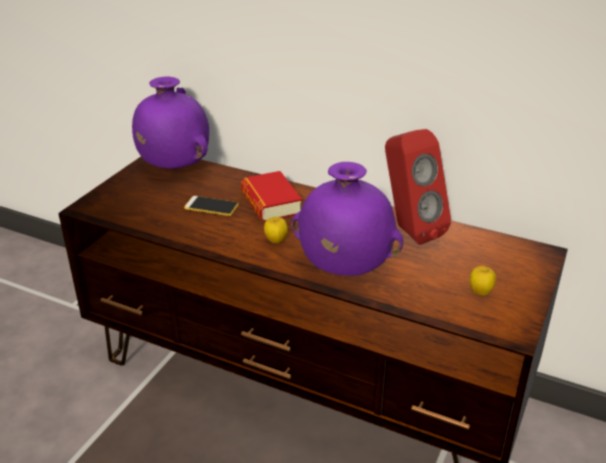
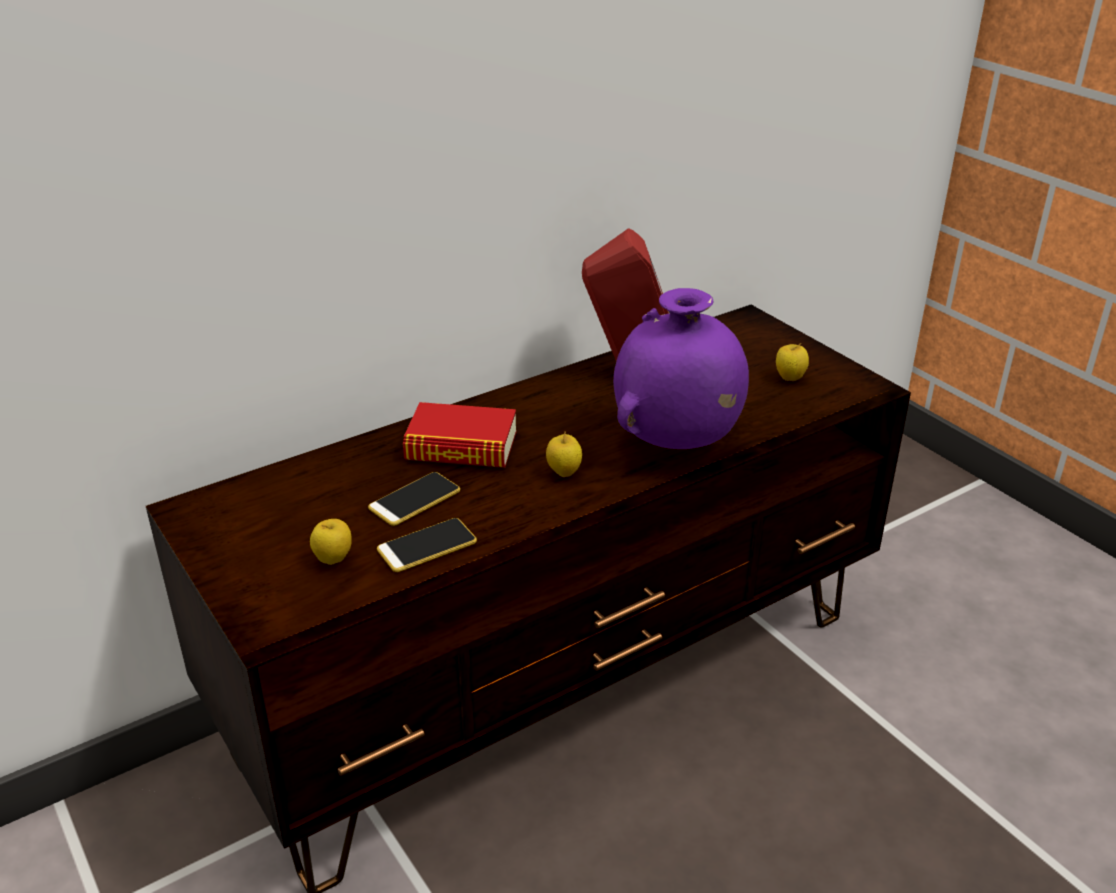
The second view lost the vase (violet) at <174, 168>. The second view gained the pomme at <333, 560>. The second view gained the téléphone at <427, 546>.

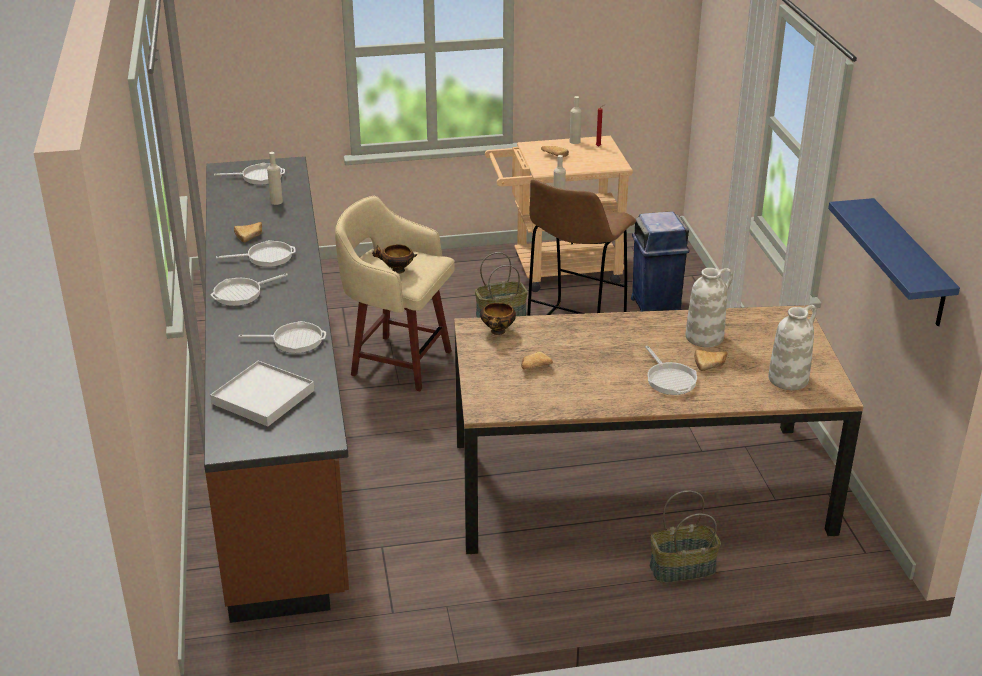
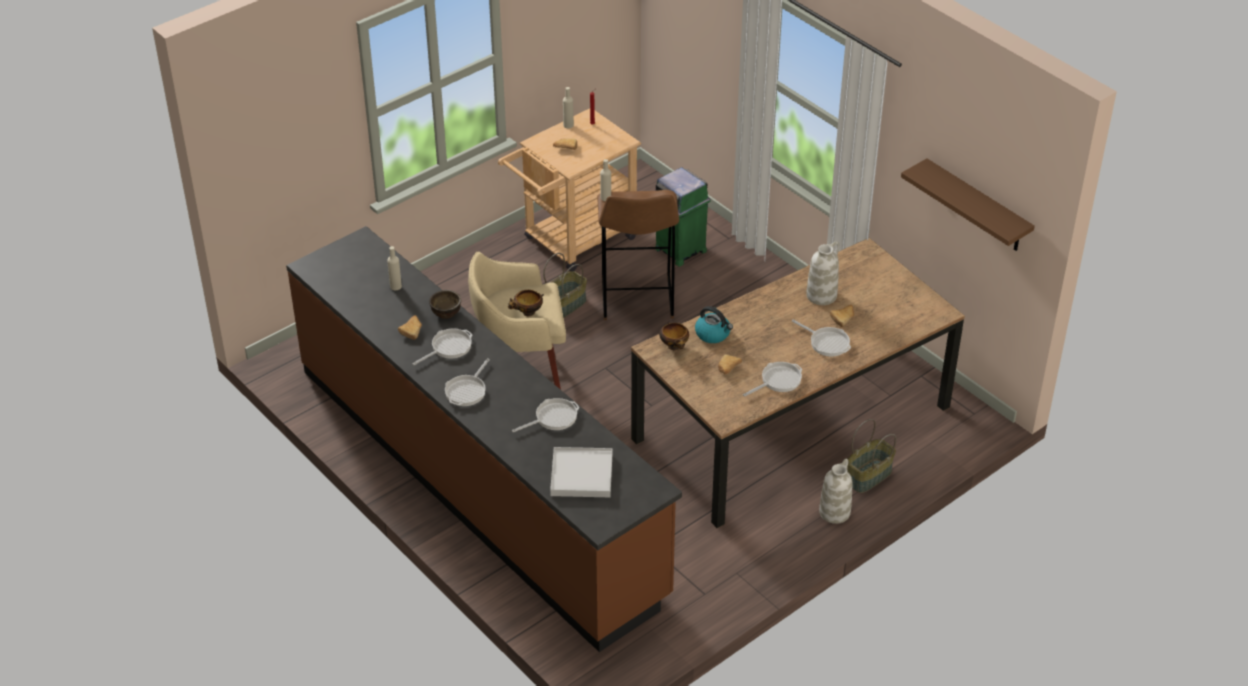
The poêle ended up elsewhere, having gone from <259, 177> to <778, 380>. What was the poubelle (bleu) at <655, 305> turned into the poubelle (vert) at <680, 249>. The vase (blanc) ended up elsewhere, having gone from <788, 379> to <834, 512>. What was the étagère (bleu) at <909, 264> turned into the étagère (marron) at <977, 207>. The second view gained the bol (marron) at <446, 313>. The second view gained the bouilloire at <713, 334>.

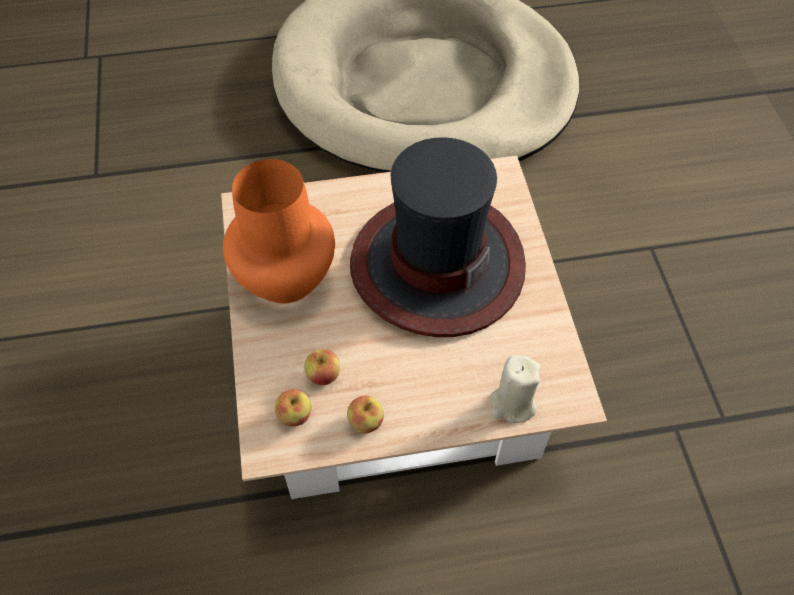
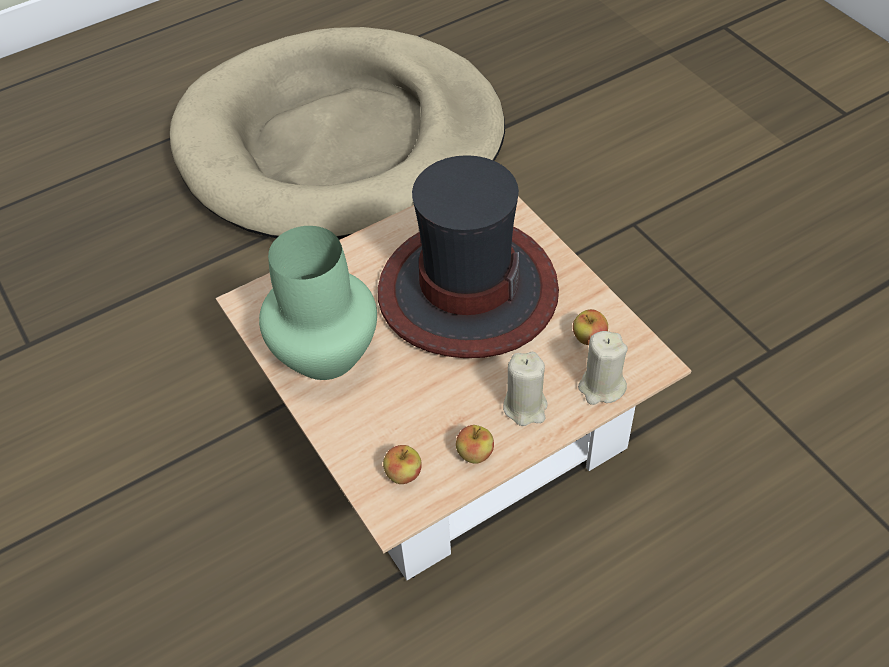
What was the vase (orange) at <285, 279> turned into the vase (vert) at <327, 355>. The pomme ended up elsewhere, having gone from <323, 375> to <589, 338>. The second view gained the bougie (beige) at <525, 407>.

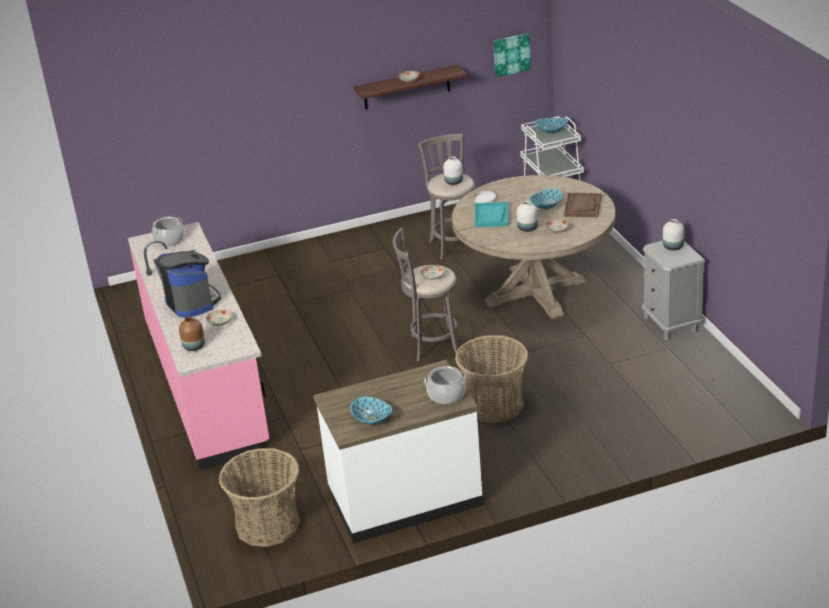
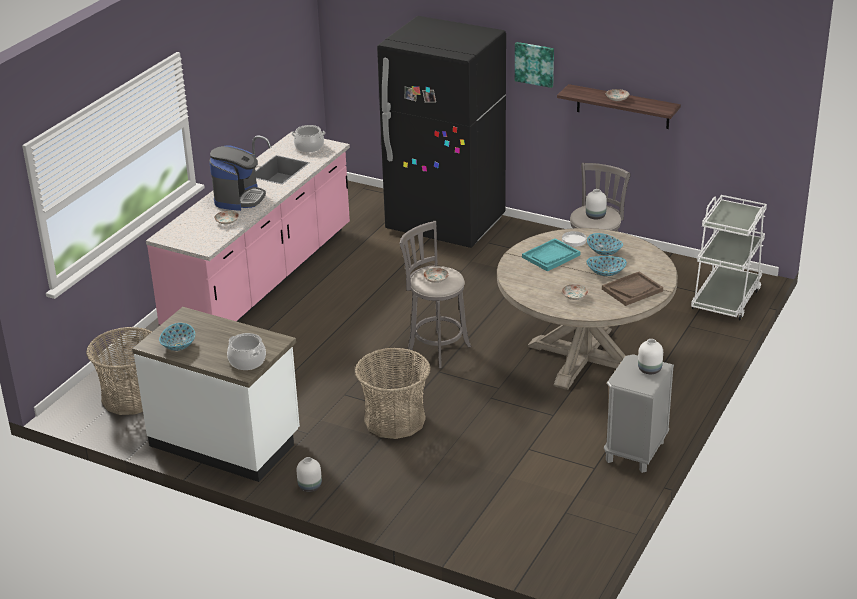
The second view lost the vase (marron) at <193, 347>. The tableau ended up elsewhere, having gone from <511, 54> to <535, 64>. The vase (blanc) ended up elsewhere, having gone from <527, 228> to <309, 487>. The bol ended up elsewhere, having gone from <551, 131> to <604, 252>. The second view gained the réfrigérateur (noir) at <446, 225>.

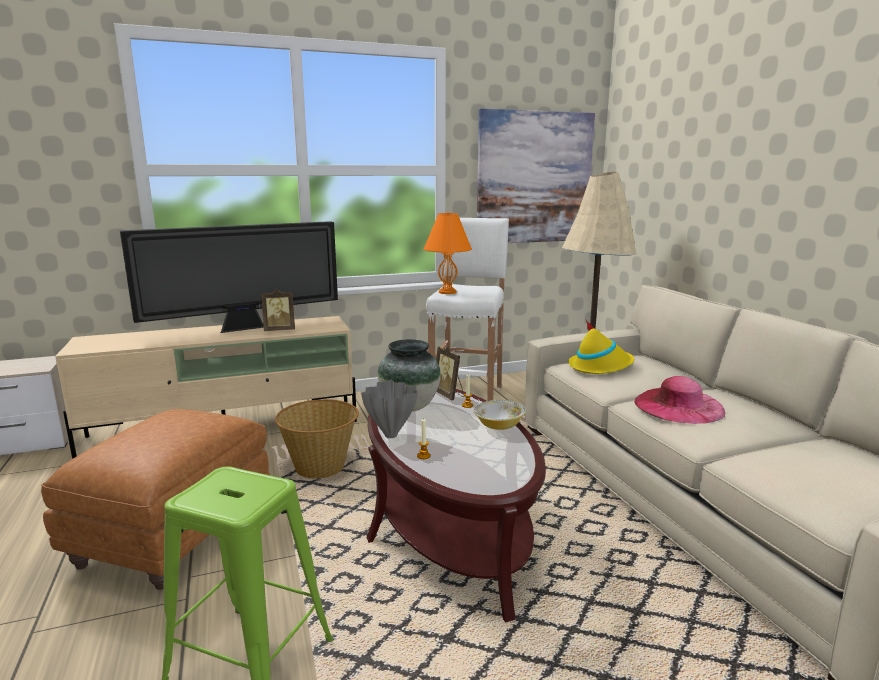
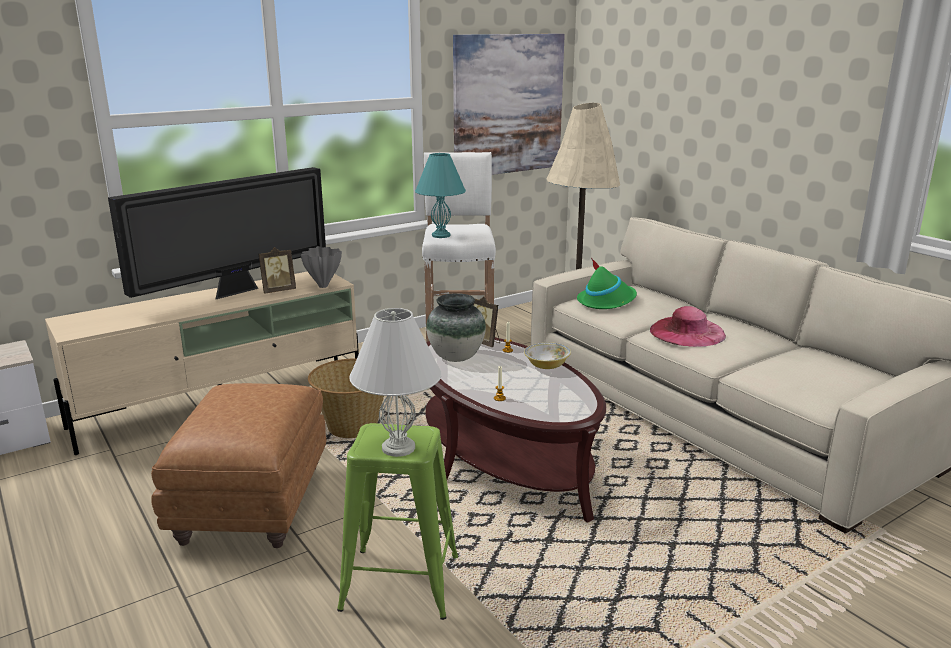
The vase (gris) ended up elsewhere, having gone from <390, 436> to <323, 286>. What was the lampe de table (orange) at <447, 292> turned into the lampe de table (turquoise) at <440, 235>. What was the chapeau (jaune) at <600, 366> turned into the chapeau (vert) at <606, 301>. The second view gained the lampe de table (blanc) at <399, 447>.

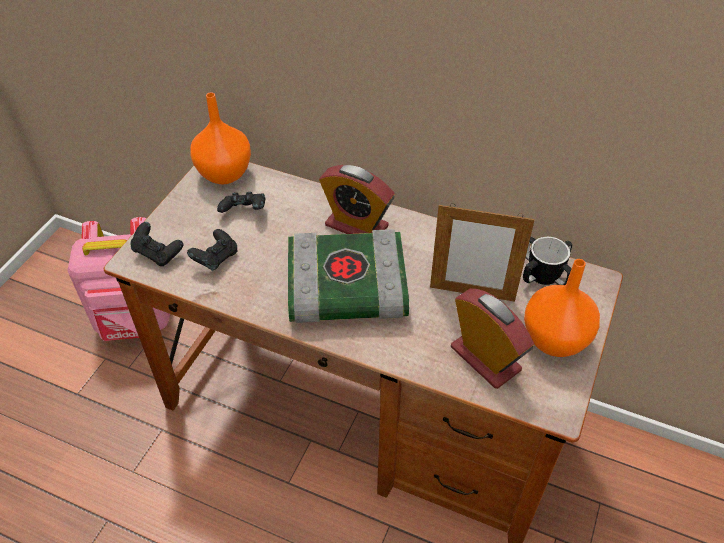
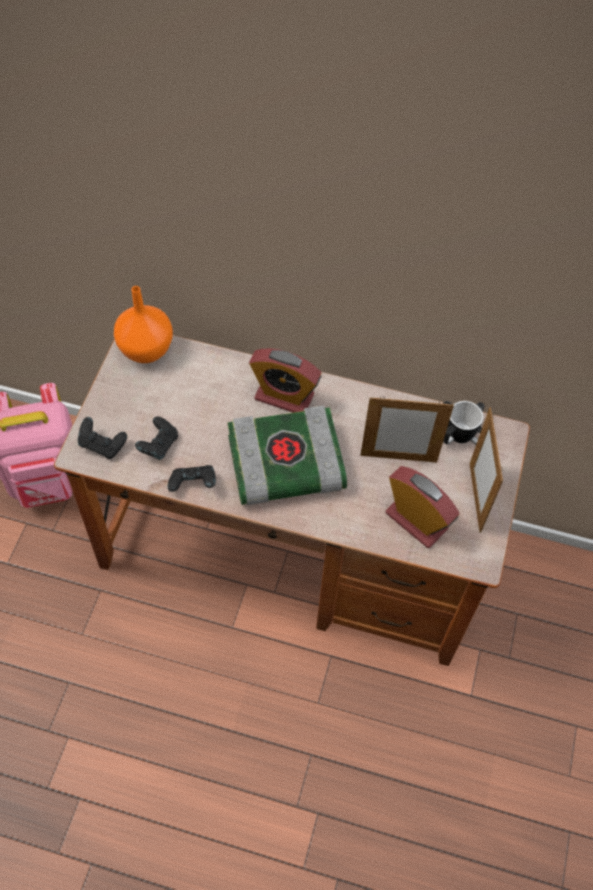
The manette (noir) ended up elsewhere, having gone from <244, 212> to <193, 485>. Where the vase (orange) stood at <555, 341>, the cadre photo came to stand at <475, 497>.

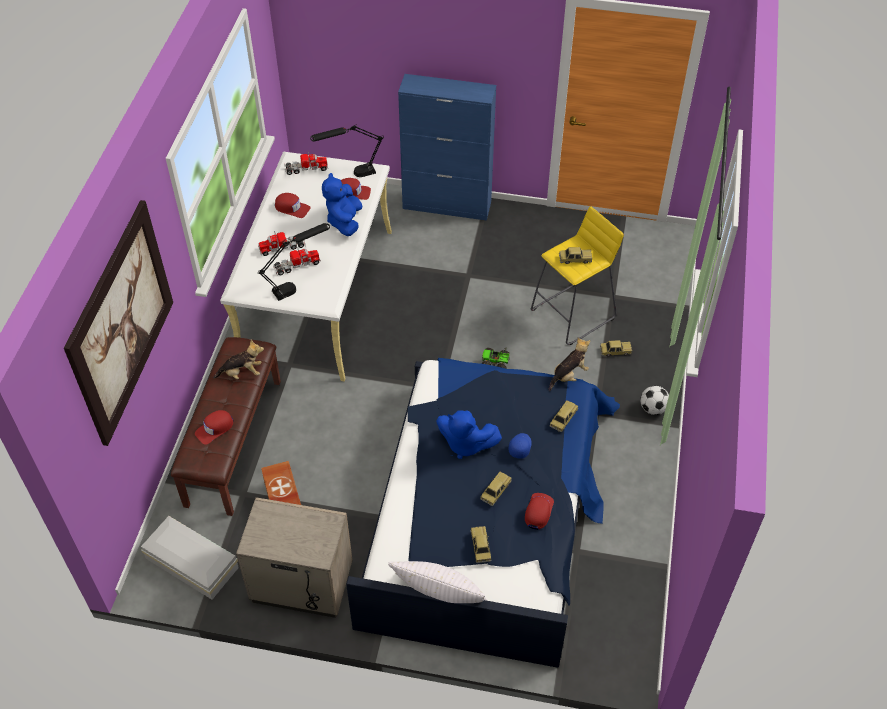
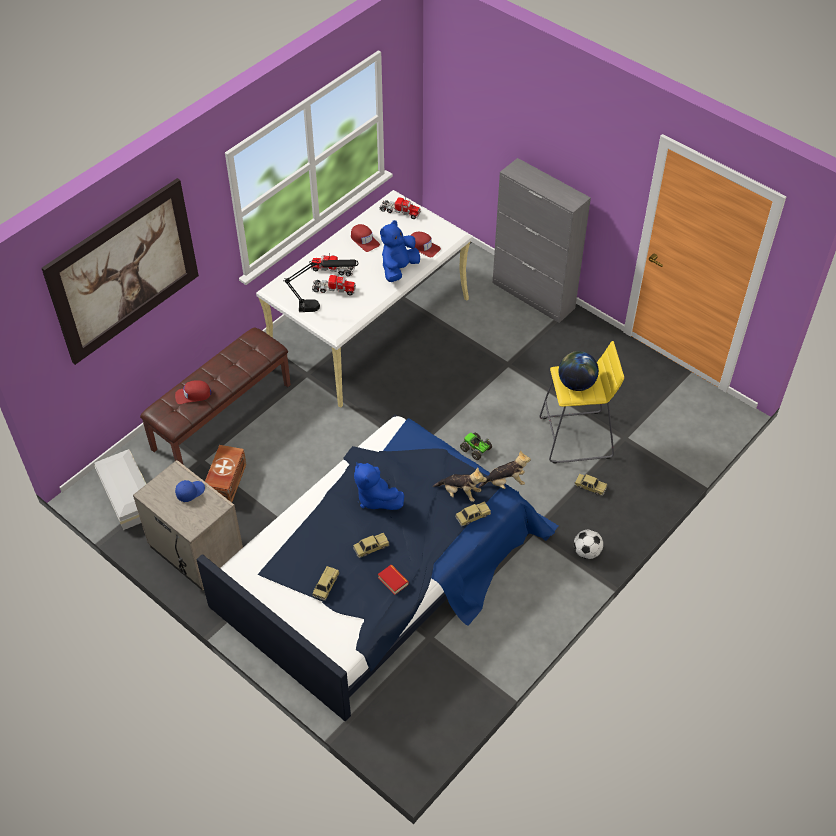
The peluche ended up elsewhere, having gone from <242, 373> to <460, 493>. The second view lost the lampe de table (noir) at <350, 175>. The second view lost the coussin (blanc) at <439, 595>. What was the meuble de rangement (bleu) at <447, 205> turned into the meuble de rangement (gris) at <533, 296>. The casquette (bleu) ended up elsewhere, having gone from <519, 447> to <190, 492>. Where the casquette (rouge) stood at <538, 511>, the livre came to stand at <393, 581>. Where the petite voiture stood at <575, 259>, the globe came to stand at <576, 383>.

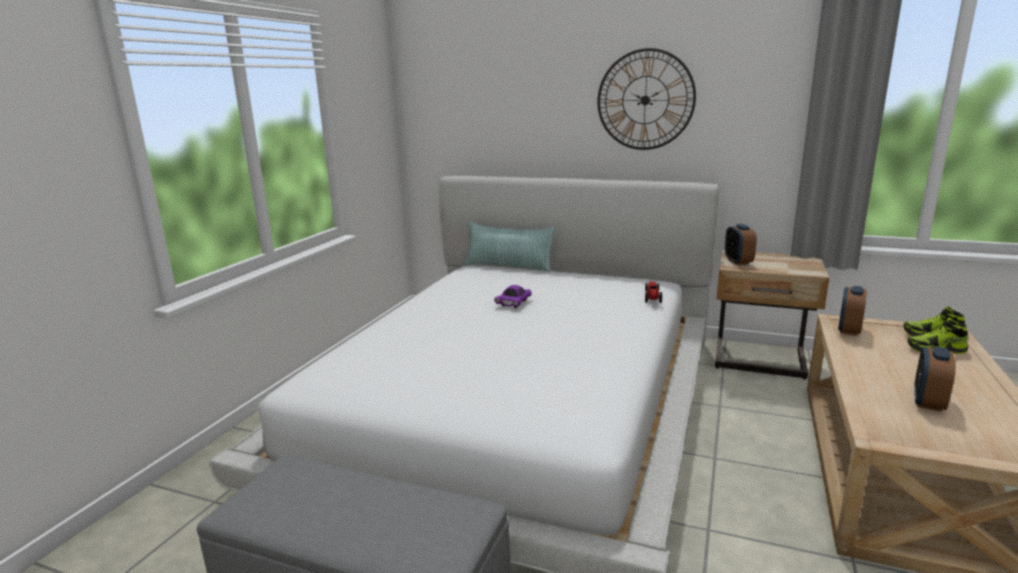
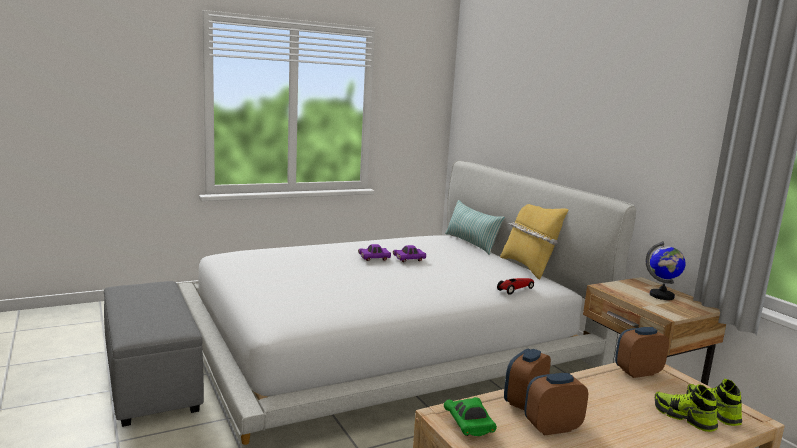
The second view lost the horloge murale at <645, 100>. The réveil ended up elsewhere, having gone from <738, 261> to <524, 402>. The second view gained the petite voiture (violet) at <374, 259>. The second view gained the petite voiture (vert) at <469, 425>. The second view gained the coussin (jaune) at <528, 267>. The second view gained the globe at <661, 296>.

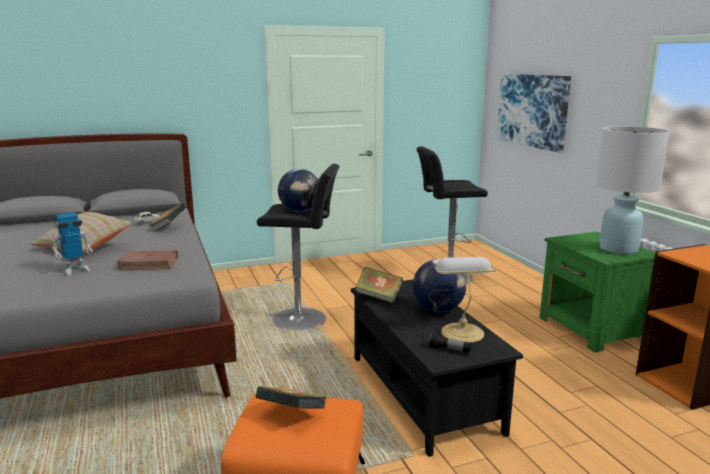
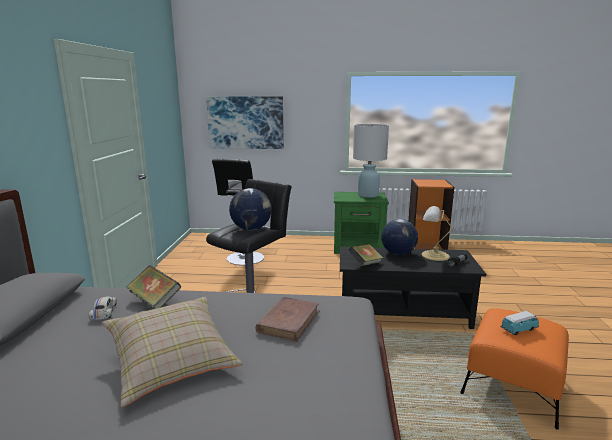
The second view lost the robot jouet at <75, 270>. Where the livre stood at <291, 414>, the petite voiture came to stand at <519, 329>.

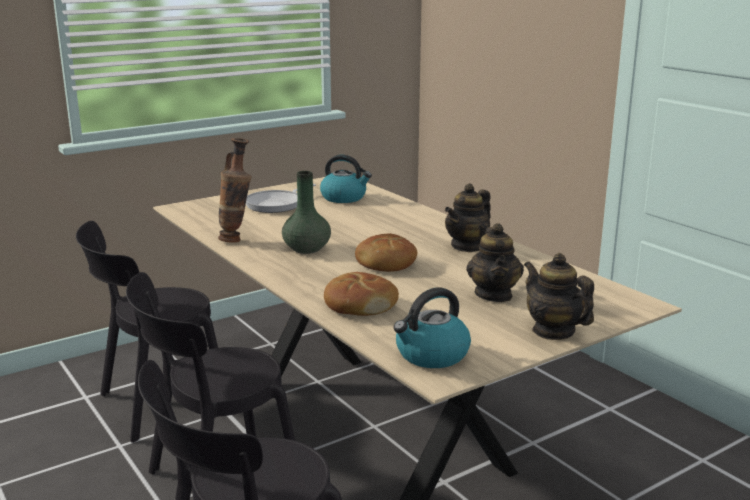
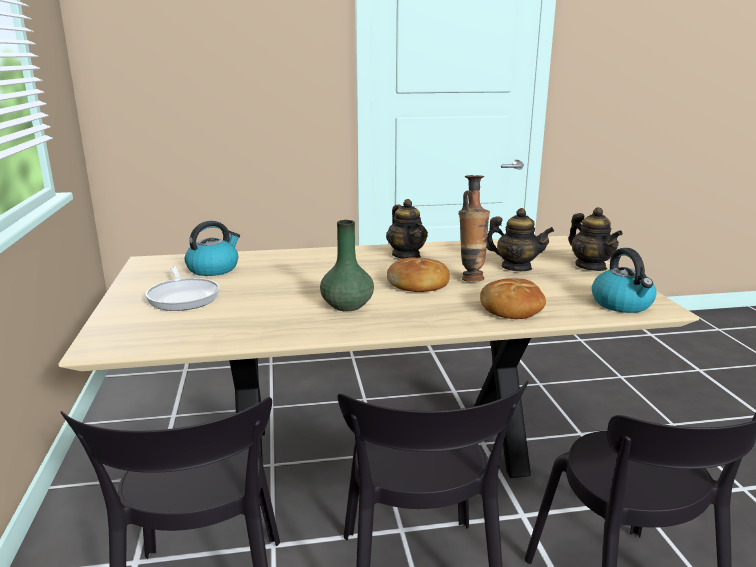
The vase ended up elsewhere, having gone from <237, 240> to <471, 278>. The théière at <553, 331> ended up facing another way, 105 degrees counterclockwise from before.

